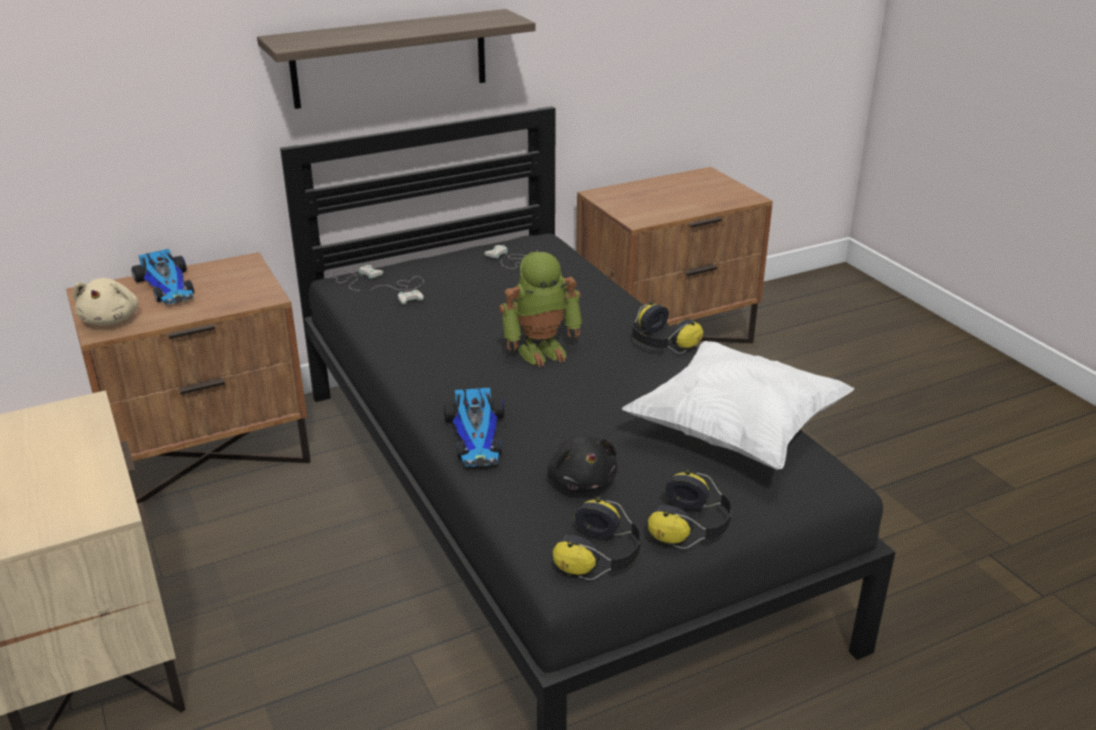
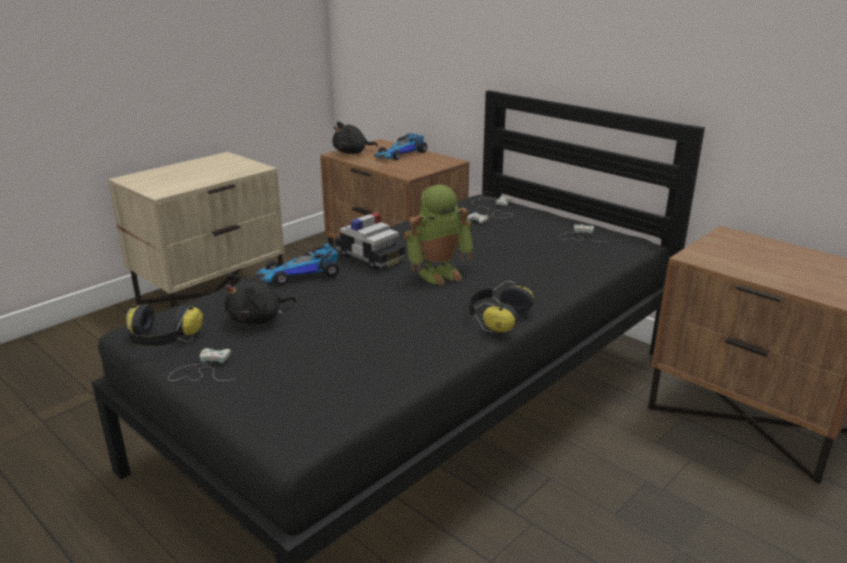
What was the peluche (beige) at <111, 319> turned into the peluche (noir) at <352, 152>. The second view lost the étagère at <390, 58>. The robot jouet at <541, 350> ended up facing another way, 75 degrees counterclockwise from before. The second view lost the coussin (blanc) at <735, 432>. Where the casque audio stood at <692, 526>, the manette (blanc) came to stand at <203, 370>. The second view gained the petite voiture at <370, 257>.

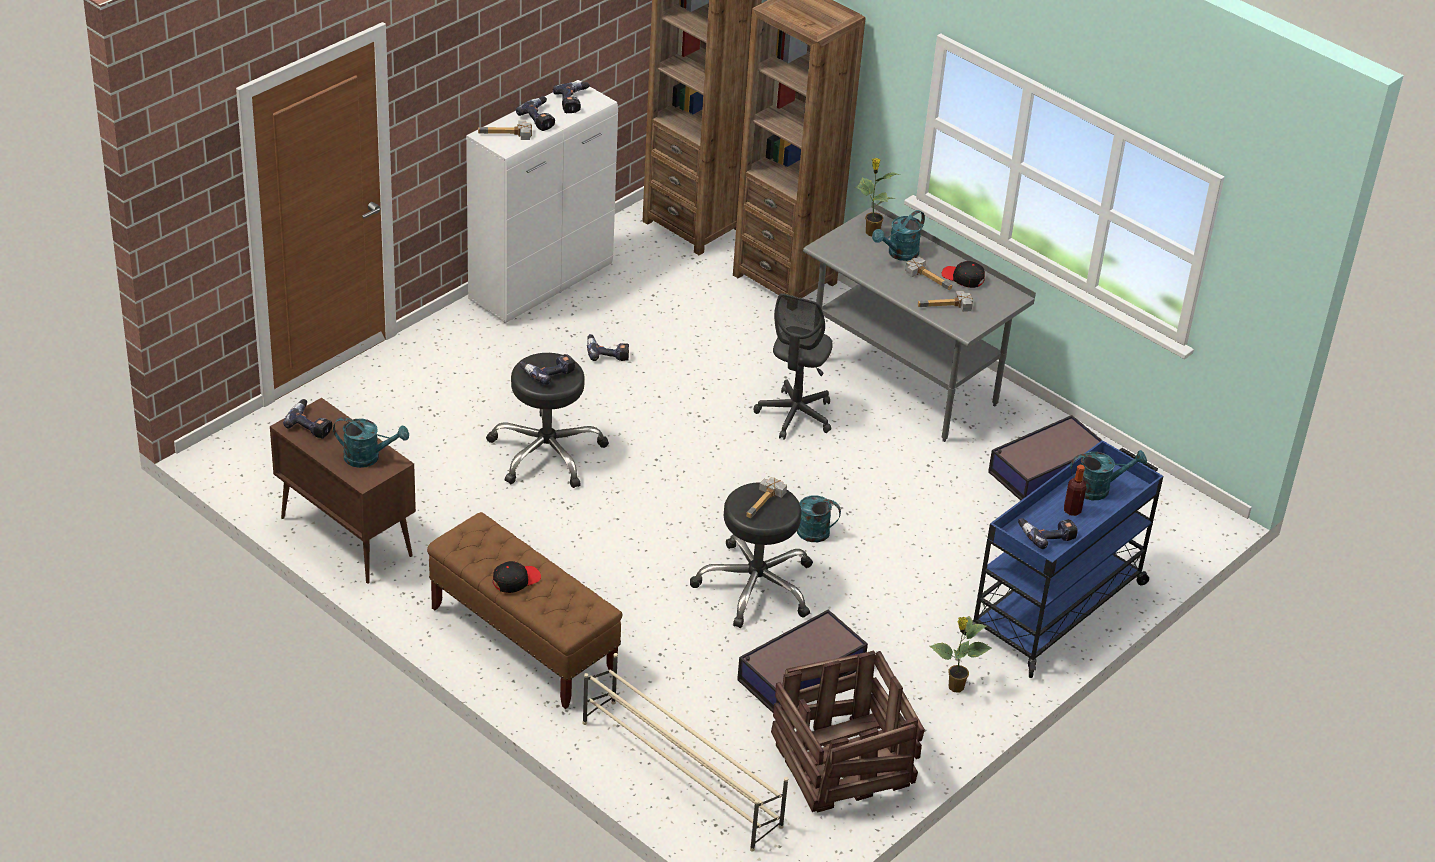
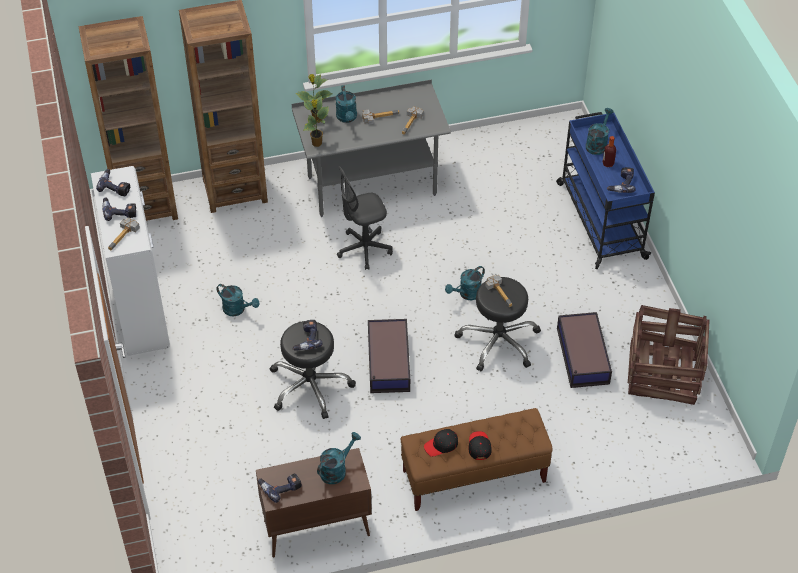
The second view lost the étagère à chaussures (beige) at <680, 773>. Where the perceuse stood at <607, 353>, the arrosoir (turquoise) came to stand at <237, 309>. The chaise de bureau (gris) at <795, 415> ended up facing another way, 105 degrees clockwise from before. The plante en pot ended up elsewhere, having gone from <955, 687> to <317, 144>. The casquette (noir) ended up elsewhere, having gone from <963, 278> to <441, 445>. The boîte de rangement ended up elsewhere, having gone from <1044, 469> to <388, 362>.

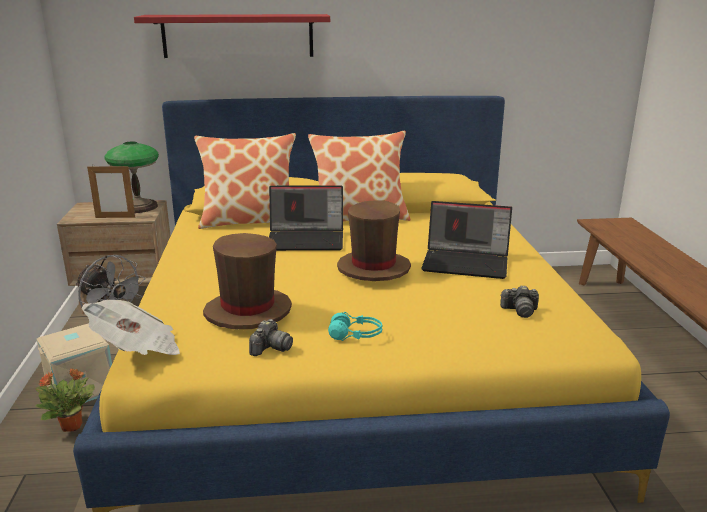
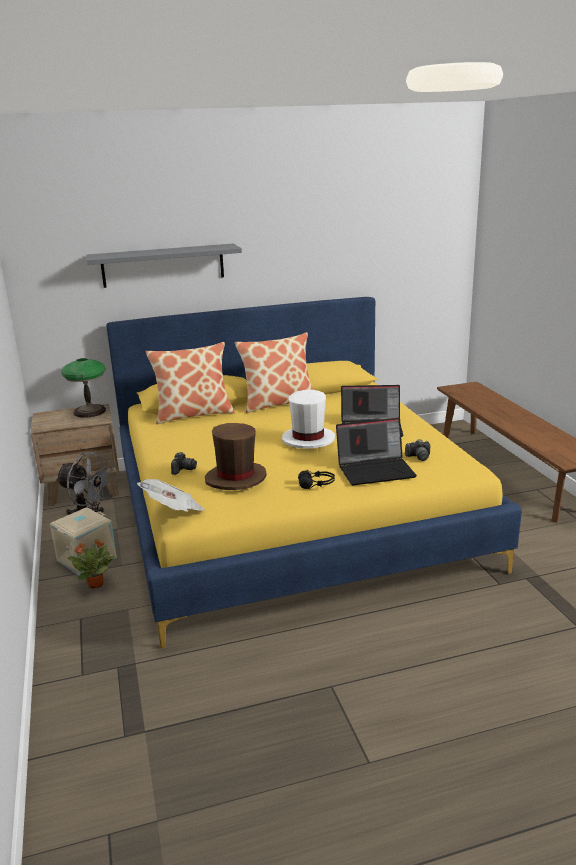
The second view lost the cadre photo at <115, 217>. What was the étagère (rouge) at <238, 36> turned into the étagère (gris) at <163, 265>. The appareil photo ended up elsewhere, having gone from <270, 348> to <183, 469>. The ordinateur portable ended up elsewhere, having gone from <307, 239> to <376, 470>. What was the casque audio (turquoise) at <355, 335> turned into the casque audio (noir) at <316, 485>. What was the chapeau (marron) at <373, 268> turned into the chapeau (blanc) at <308, 439>.

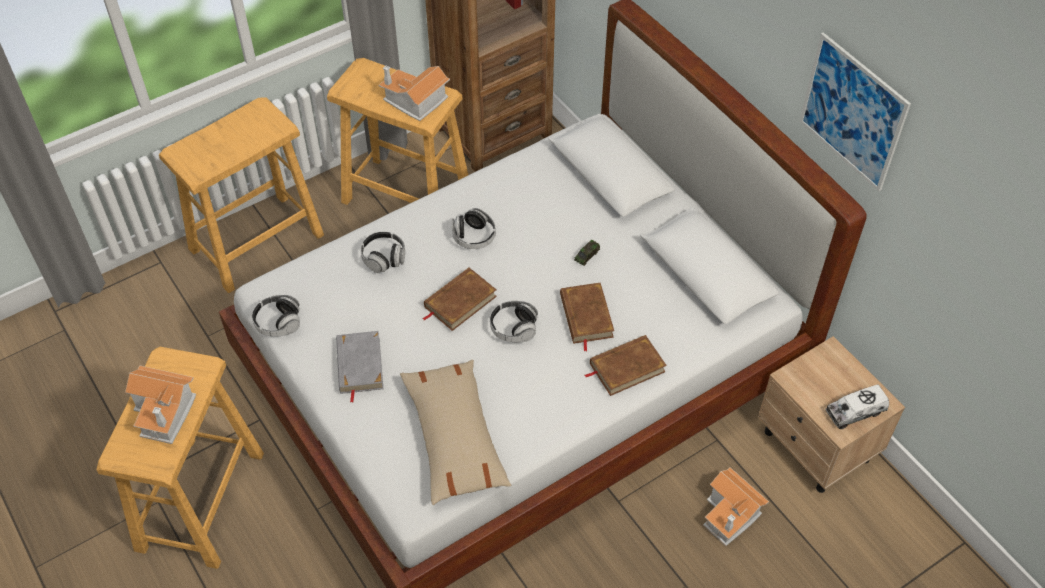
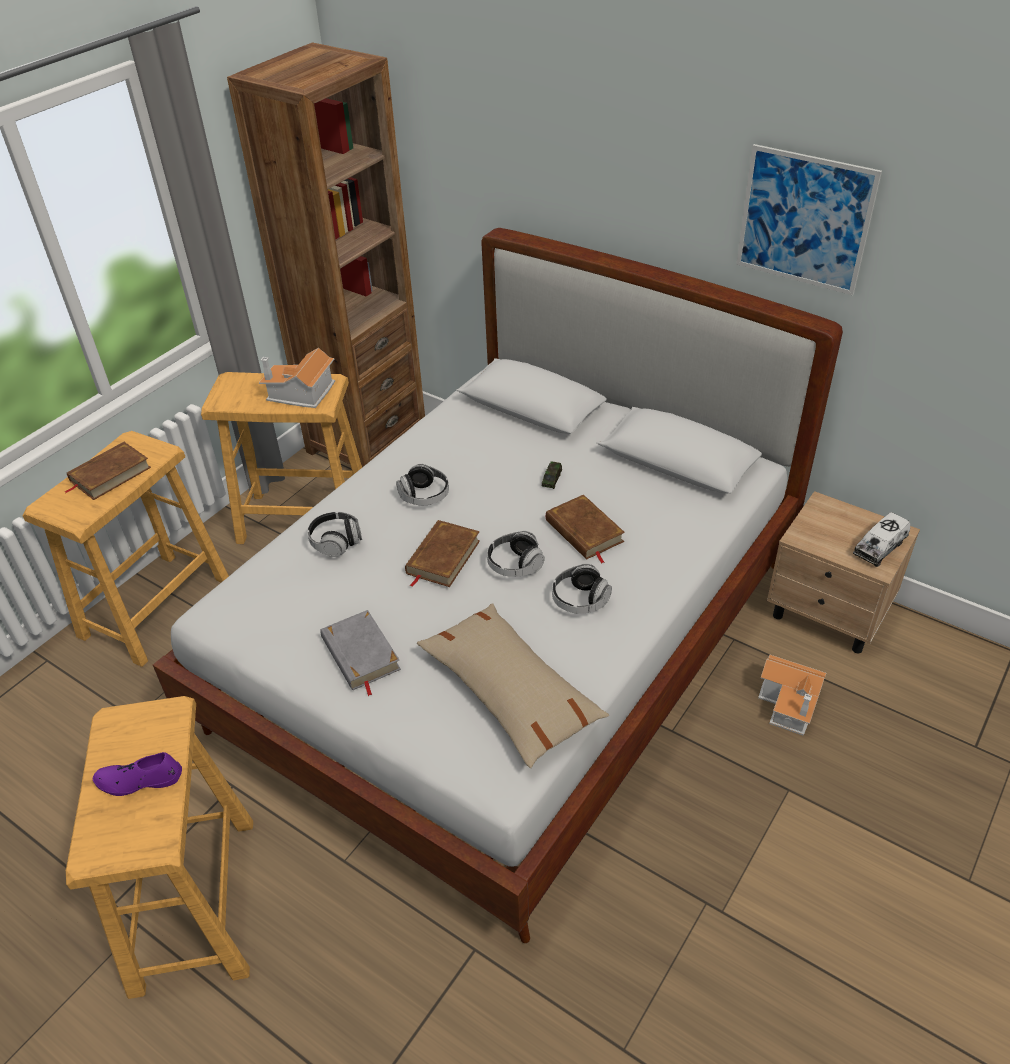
Where the maison miniature stood at <165, 412>, the chaussure (violet) came to stand at <139, 780>. The casque audio ended up elsewhere, having gone from <278, 322> to <580, 600>. The livre (marron) ended up elsewhere, having gone from <626, 367> to <110, 474>.

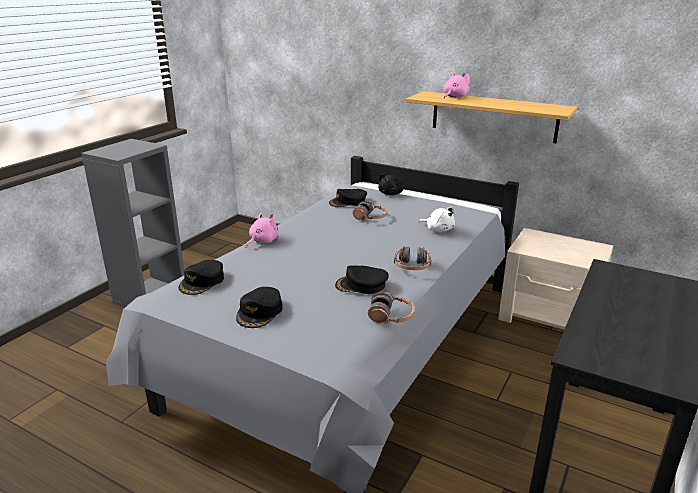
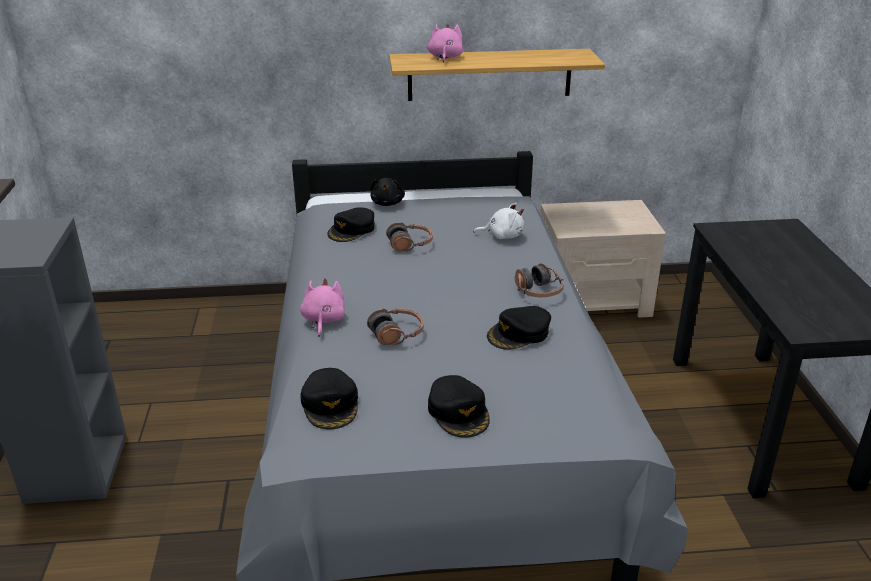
The casque audio ended up elsewhere, having gone from <391, 317> to <397, 334>.

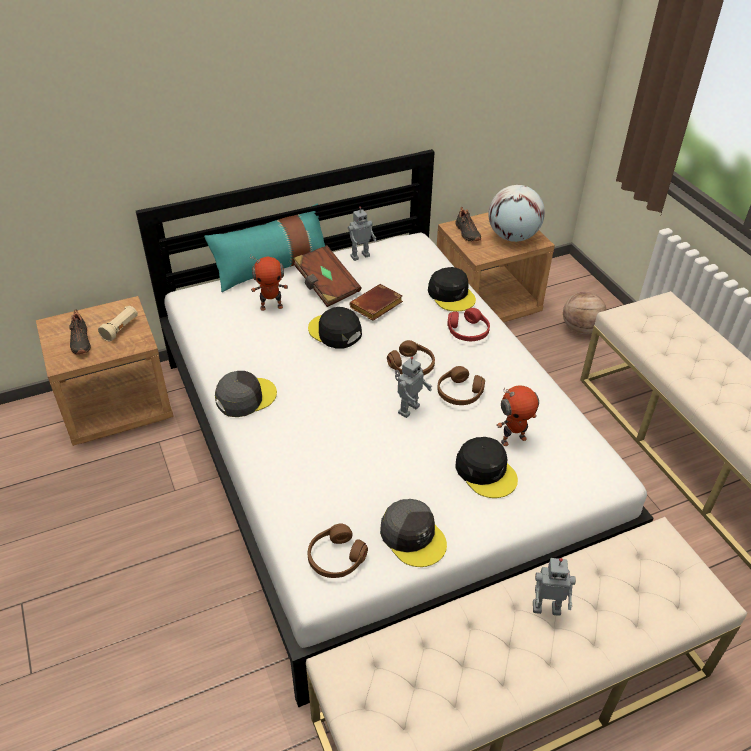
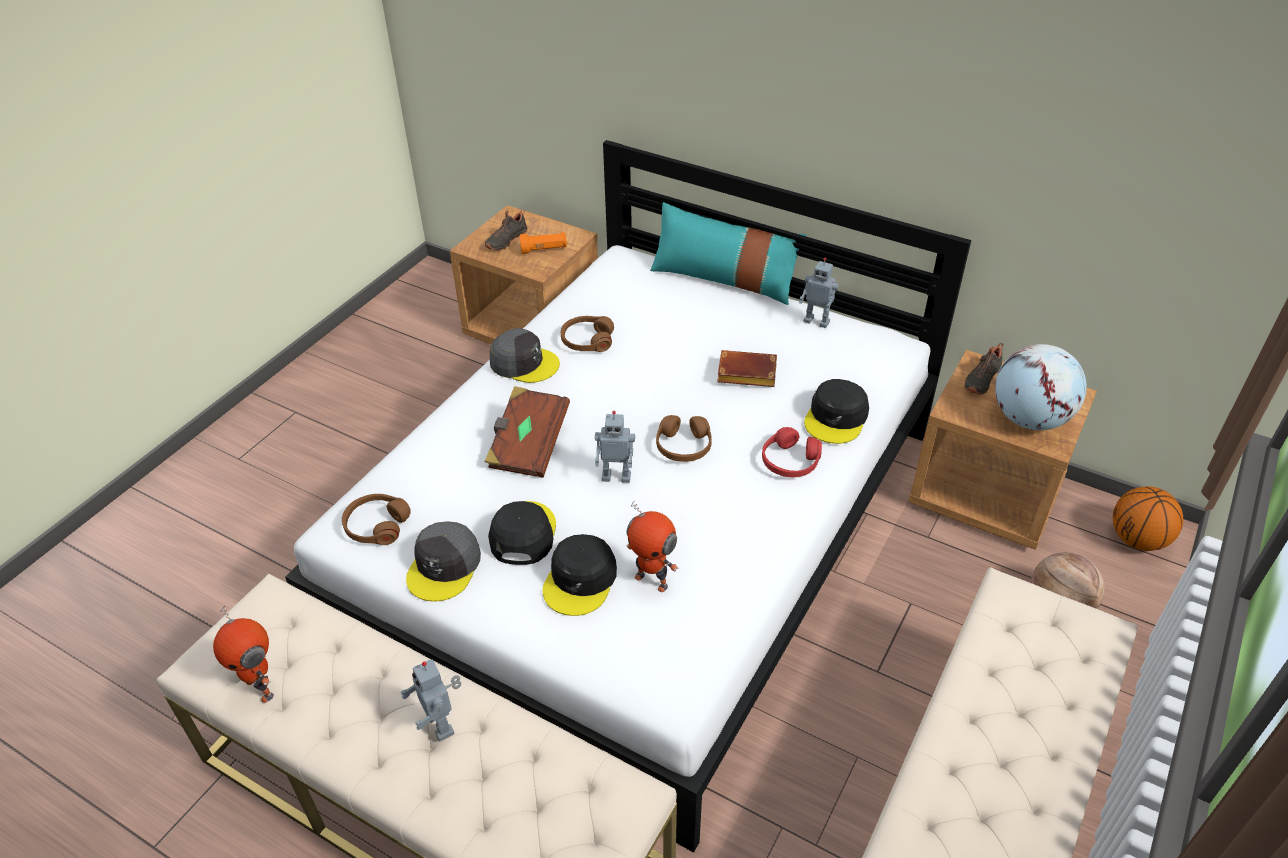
What was the lampe de poche (beige) at <121, 329> turned into the lampe de poche (orange) at <544, 250>. The robot jouet ended up elsewhere, having gone from <271, 306> to <262, 687>. The livre (marron) ended up elsewhere, having gone from <326, 287> to <528, 446>. The casquette (noir) ended up elsewhere, having gone from <335, 332> to <522, 534>. The casque audio (marron) ended up elsewhere, having gone from <459, 393> to <587, 340>. The second view gained the ballon de basket at <1137, 539>.

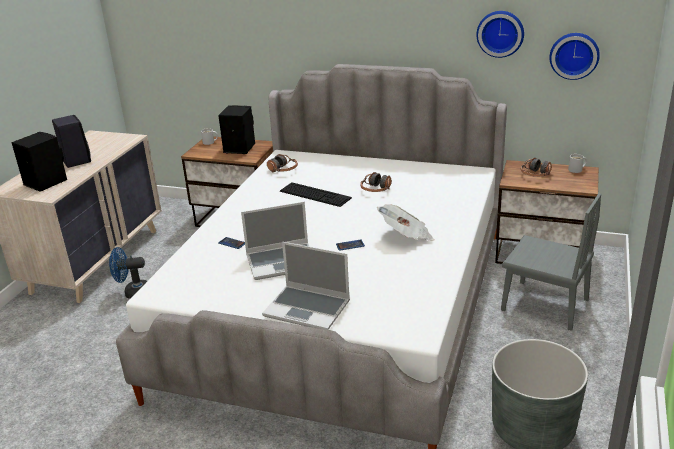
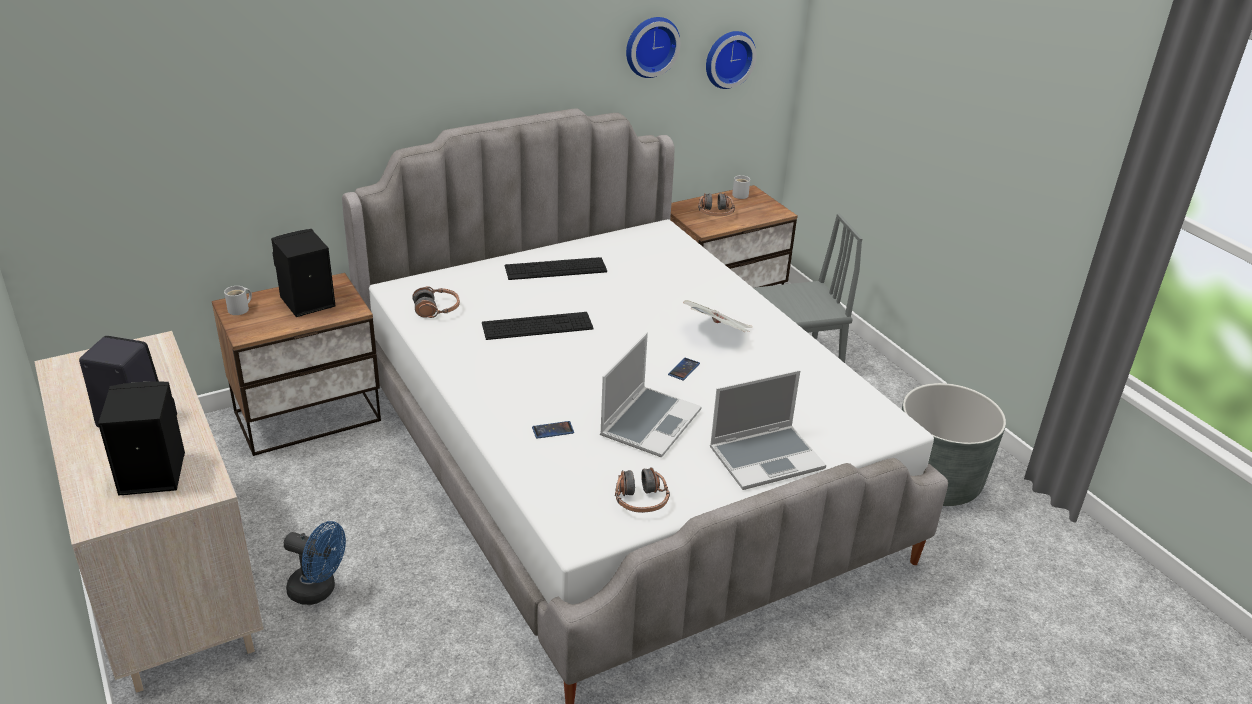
The ventilateur (bleu) at <133, 293> ended up facing another way, 105 degrees counterclockwise from before. The casque audio ended up elsewhere, having gone from <376, 189> to <640, 500>. The second view gained the clavier at <555, 269>.

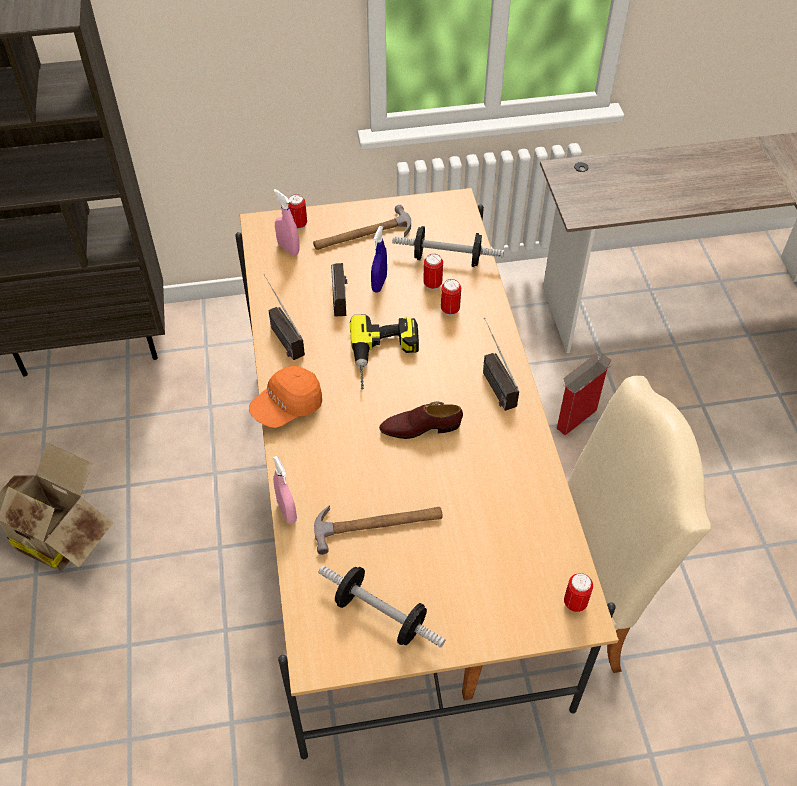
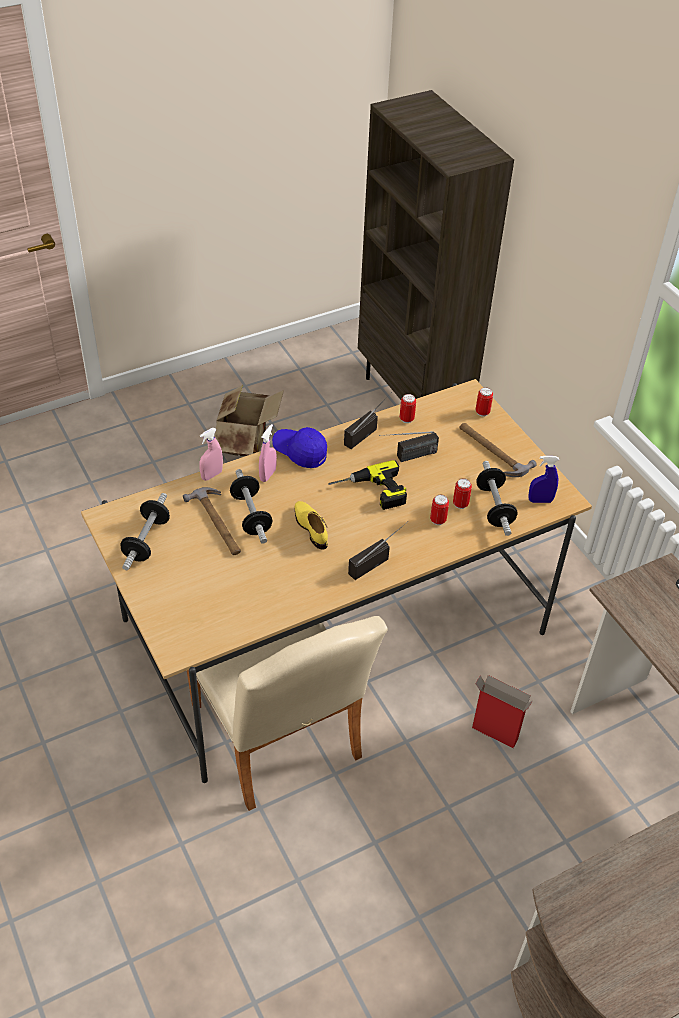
What was the casquette (orange) at <287, 406> turned into the casquette (bleu) at <300, 452>. The vaporisateur (rose) ended up elsewhere, having gone from <288, 248> to <268, 475>. The vaporisateur (bleu) ended up elsewhere, having gone from <379, 284> to <540, 500>. What was the chaussure (marron) at <420, 427> turned into the chaussure (jaune) at <311, 527>. The boîte métallique ended up elsewhere, having gone from <575, 603> to <406, 419>. The second view gained the haltère at <251, 515>.

